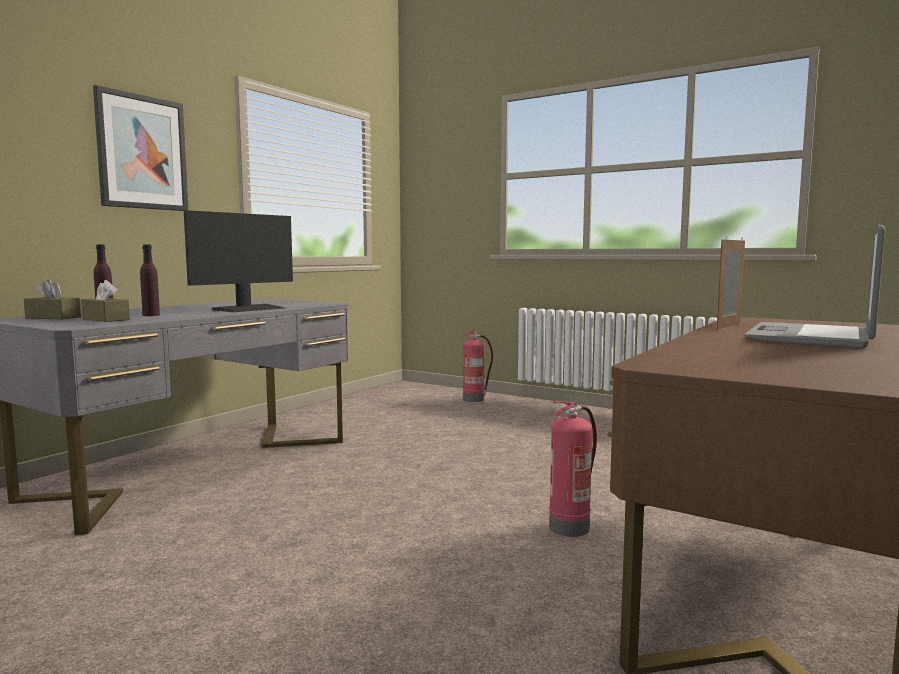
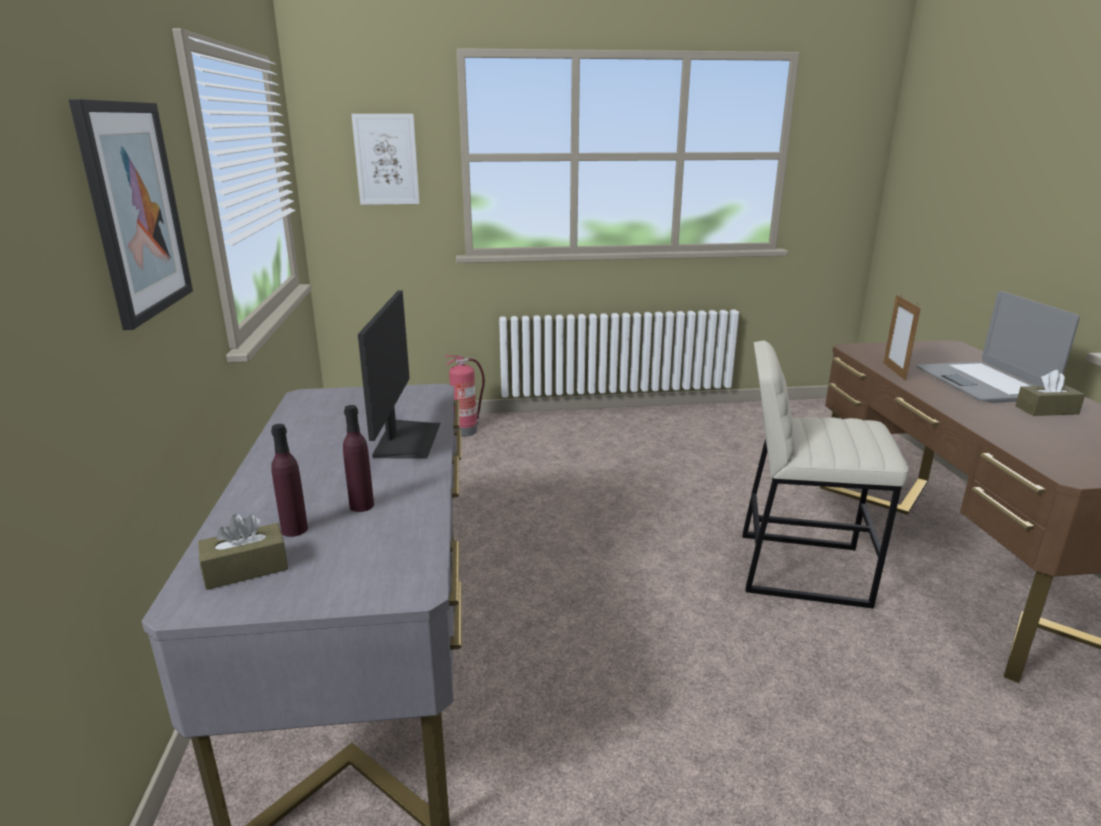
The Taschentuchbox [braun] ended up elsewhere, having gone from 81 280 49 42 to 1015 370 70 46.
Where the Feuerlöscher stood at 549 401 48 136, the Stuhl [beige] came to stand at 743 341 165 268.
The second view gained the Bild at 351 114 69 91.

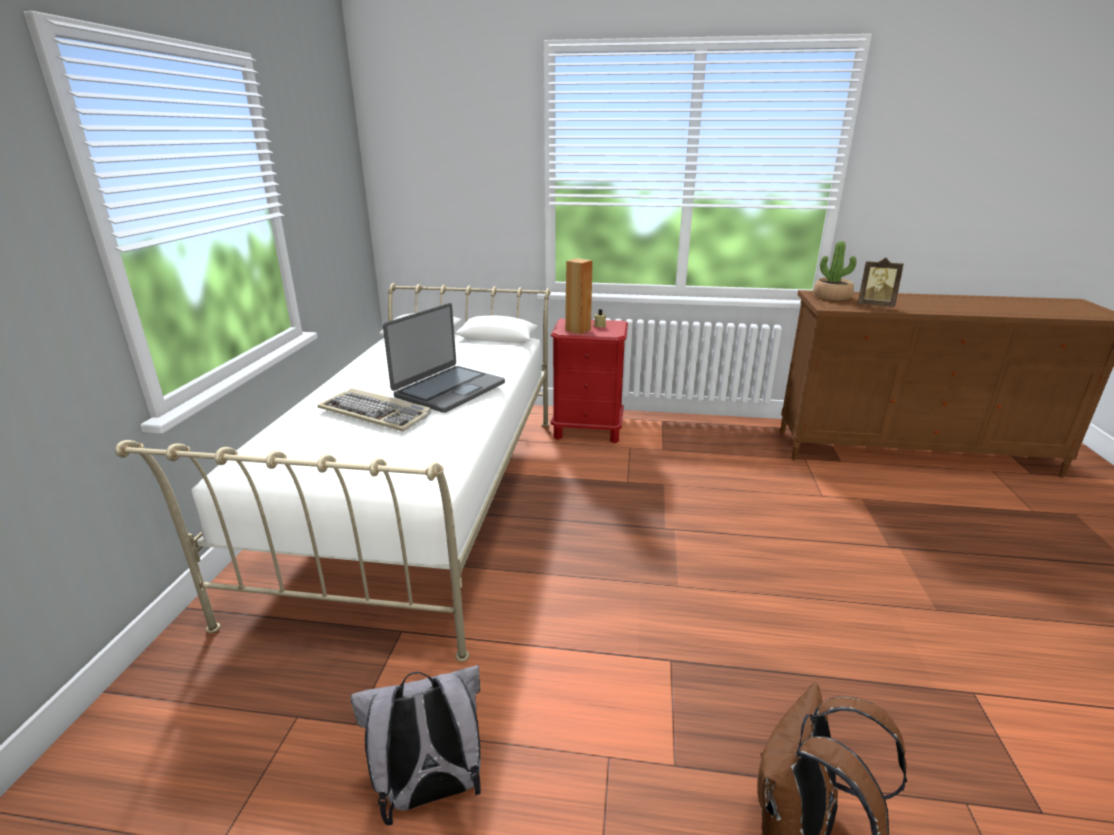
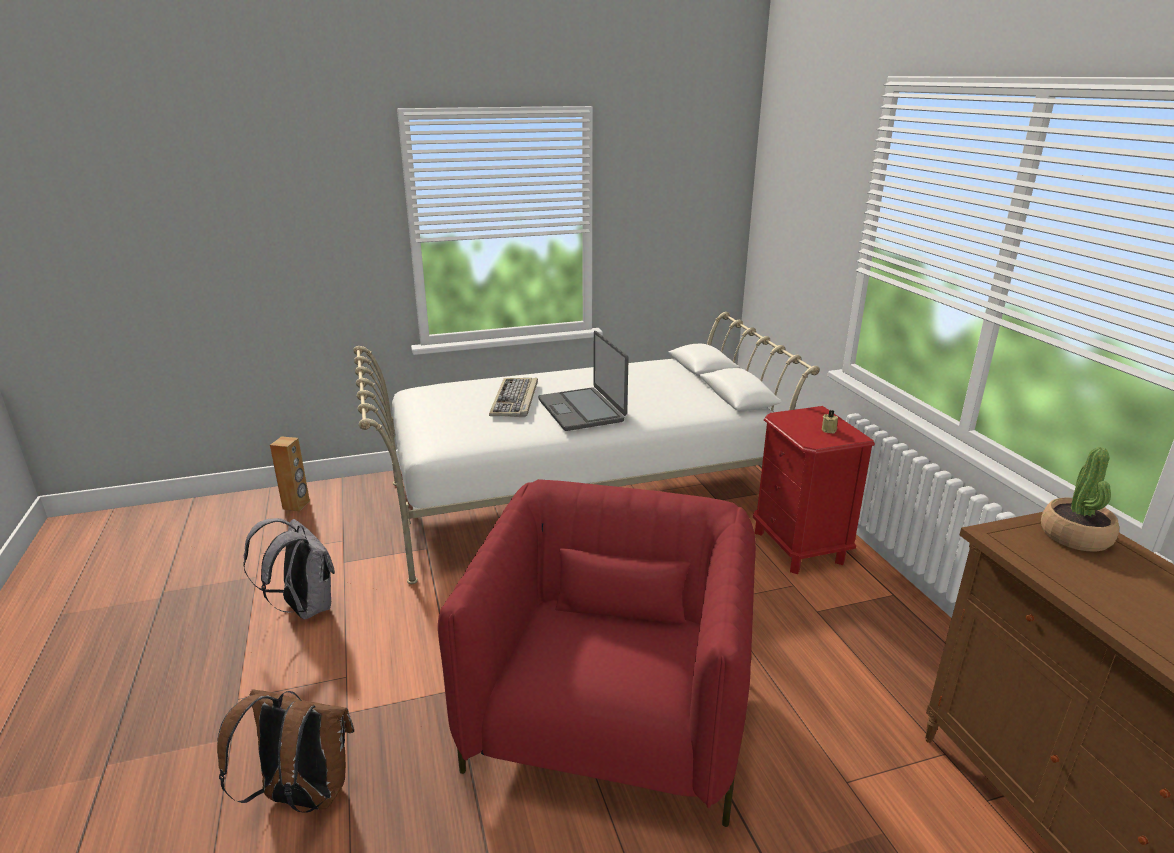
The Laptop at 383 303 122 110 ended up facing another way, 60 degrees clockwise from before.
The Lautsprecher [braun] ended up elsewhere, having gone from 565 258 28 76 to 270 436 40 75.
The second view lost the Bilderrahmen at 858 258 46 49.
The second view gained the Sessel [rot] at 438 479 318 348.

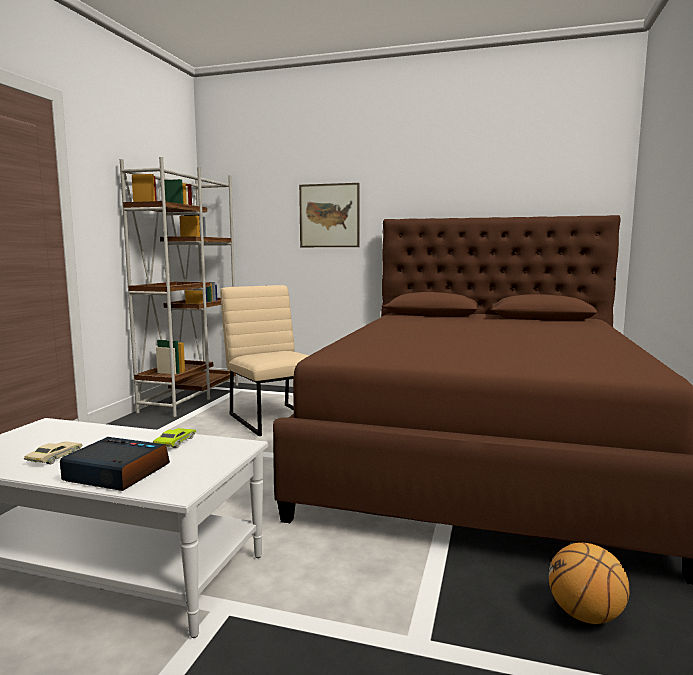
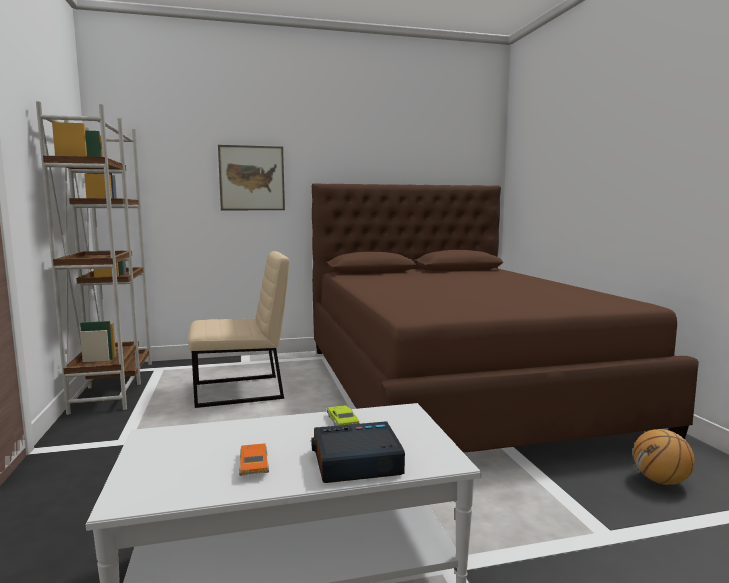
What was the Spielzeugauto [beige] at 24 441 59 23 turned into the Spielzeugauto [orange] at 239 443 30 33.
The Stuhl [beige] at 220 285 89 151 ended up facing another way, 135 degrees clockwise from before.

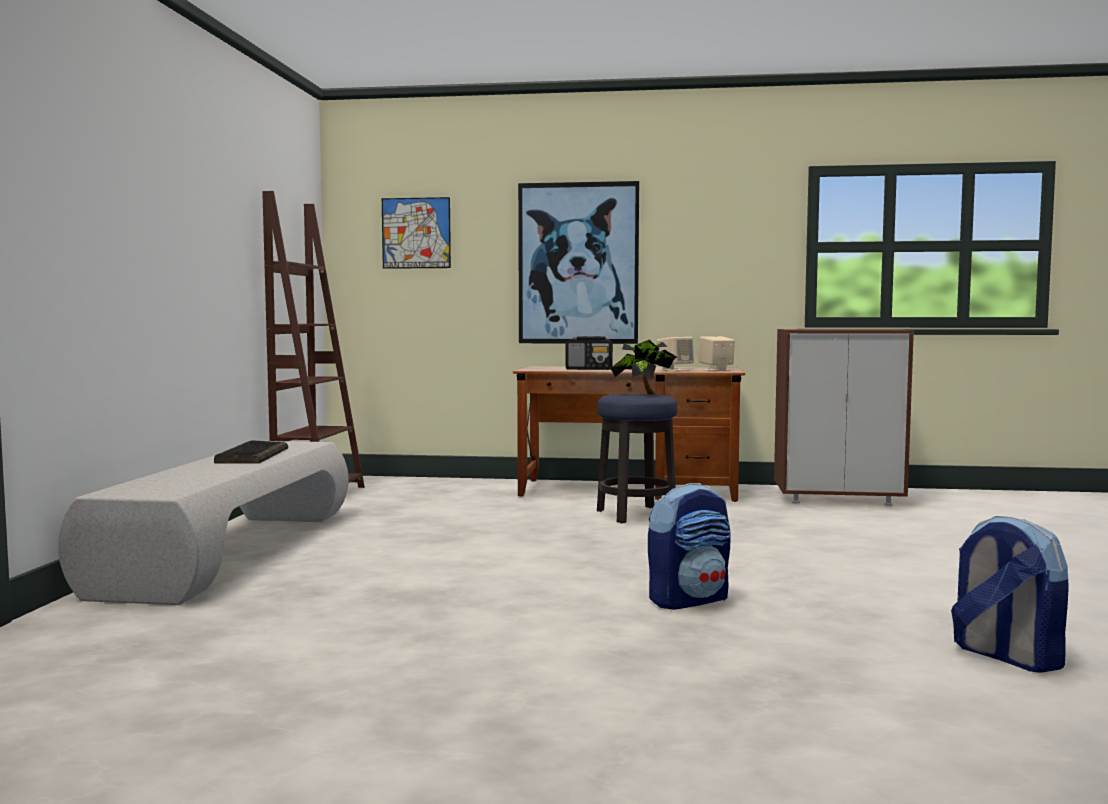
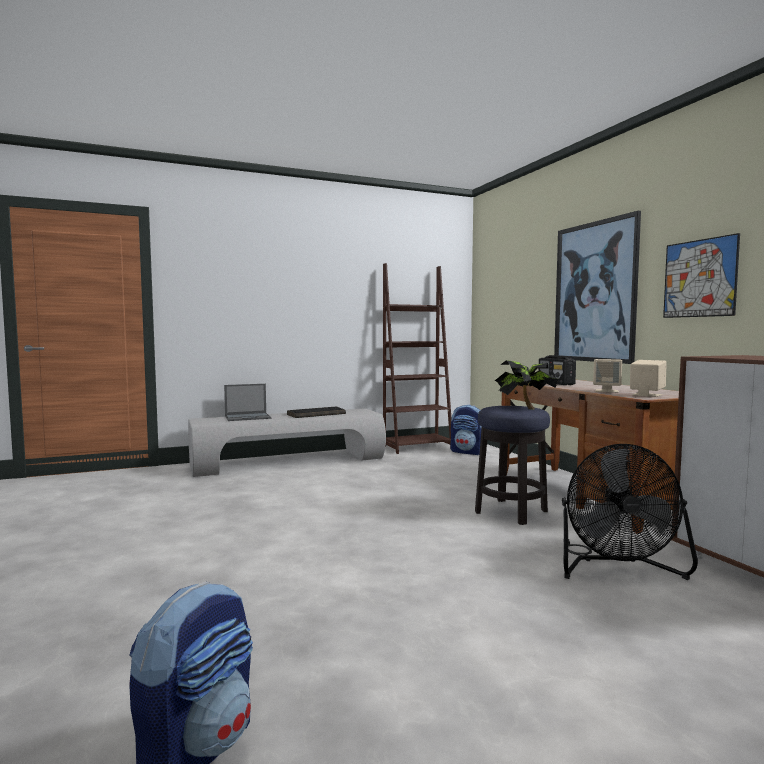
The Bild ended up elsewhere, having gone from 382 197 69 72 to 663 233 77 85.
The Rucksack ended up elsewhere, having gone from 648 483 83 127 to 450 405 31 50.
The second view gained the Laptop at 224 384 47 37.
The second view gained the Ventilator [schwarz] at 562 444 136 136.

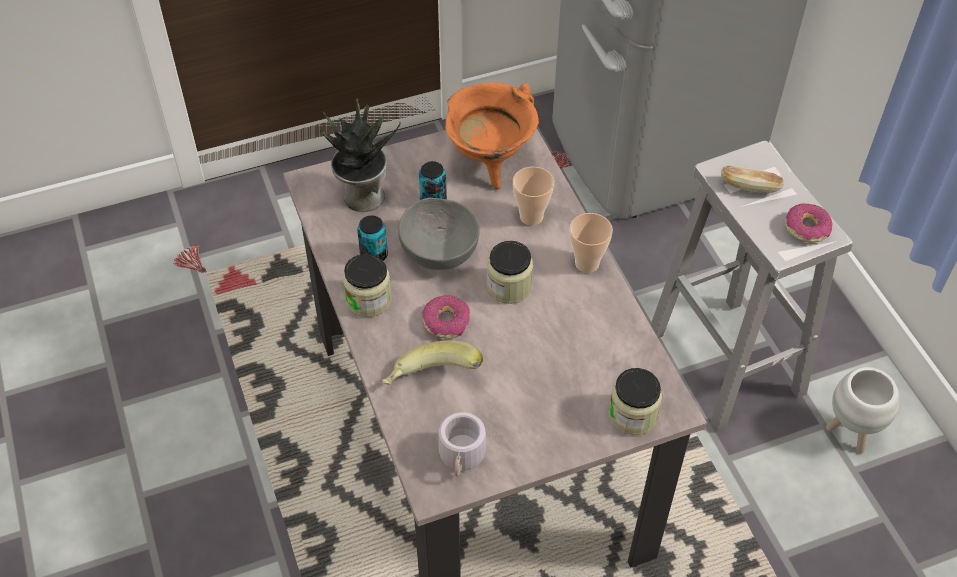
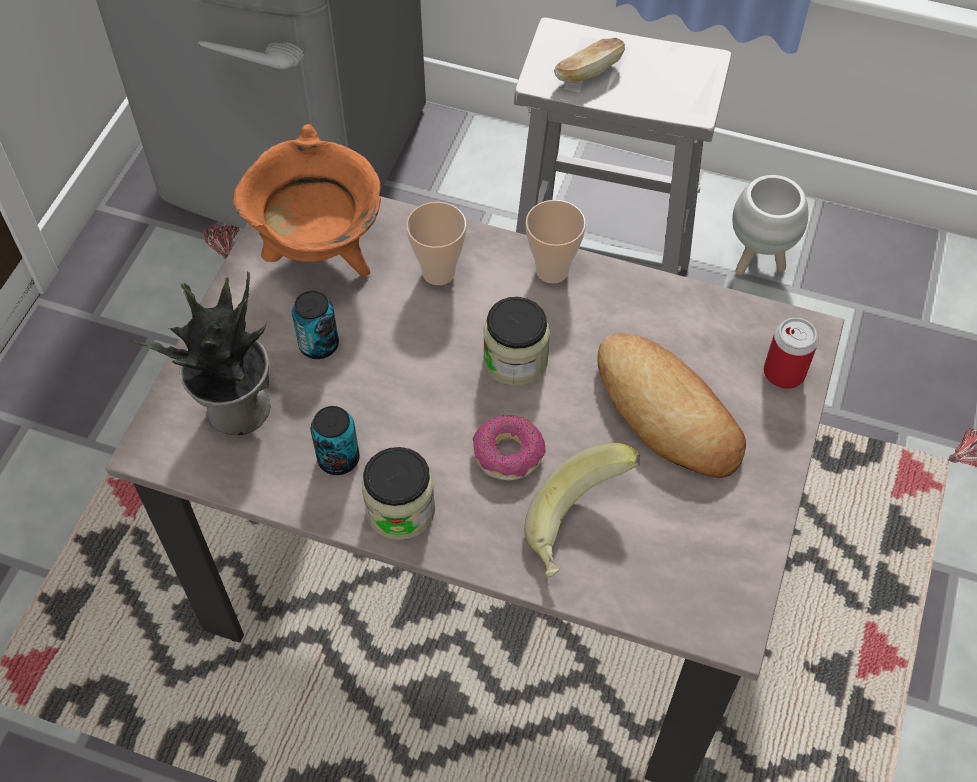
The second view lost the Schüssel [grau] at 398 197 82 73.
The second view lost the Henkelbecher [grau] at 438 412 57 65.
Where the Vorratsglas stood at 609 368 53 67, the Dose came to stand at 764 318 54 71.
The second view lost the Donut at 785 203 47 40.
The second view gained the Brot at 598 333 148 145.

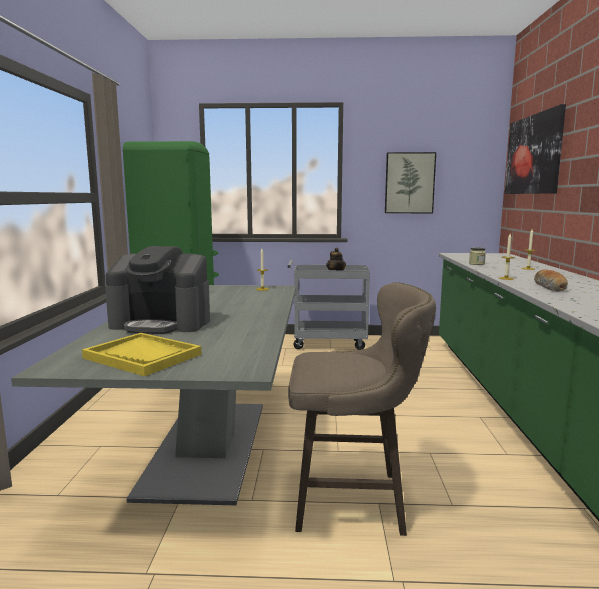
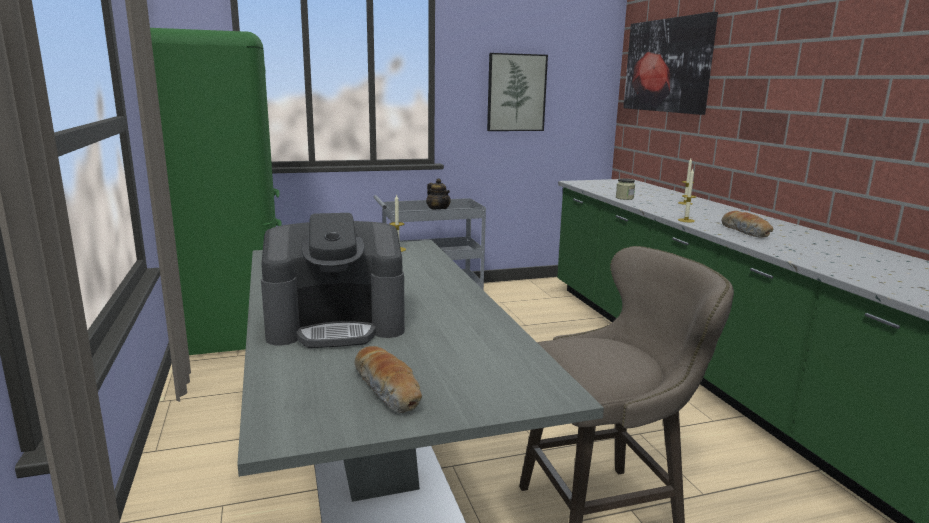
Where the Tablett [gelb] stood at 82 333 119 43, the Brot came to stand at 354 346 68 67.

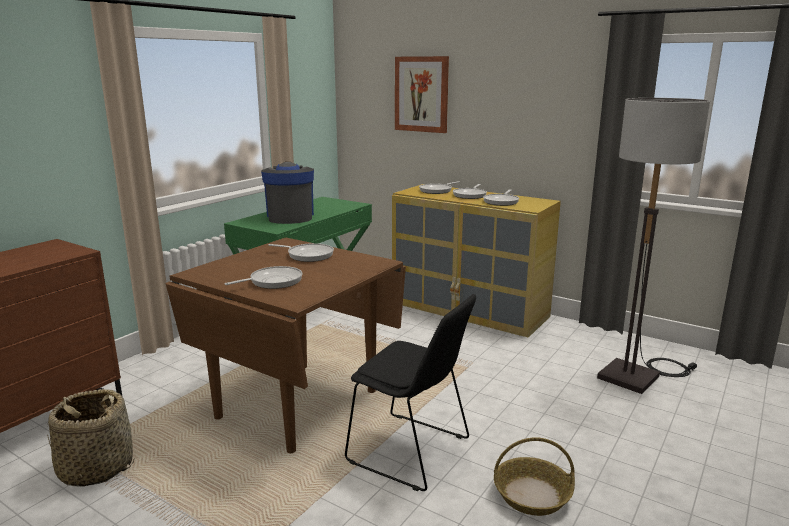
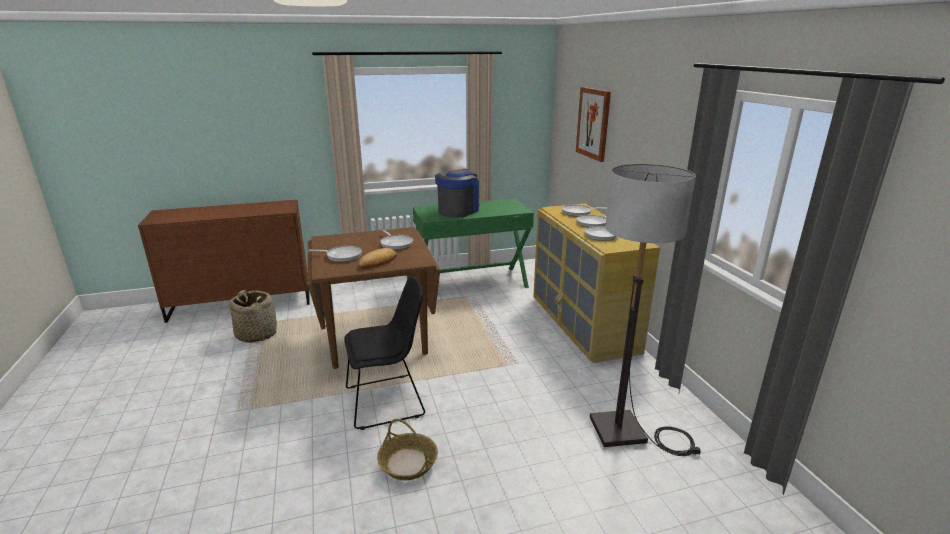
The Stuhl [schwarz] at 345 294 131 197 ended up facing another way, 90 degrees counterclockwise from before.
The second view gained the Brot at 359 248 38 20.

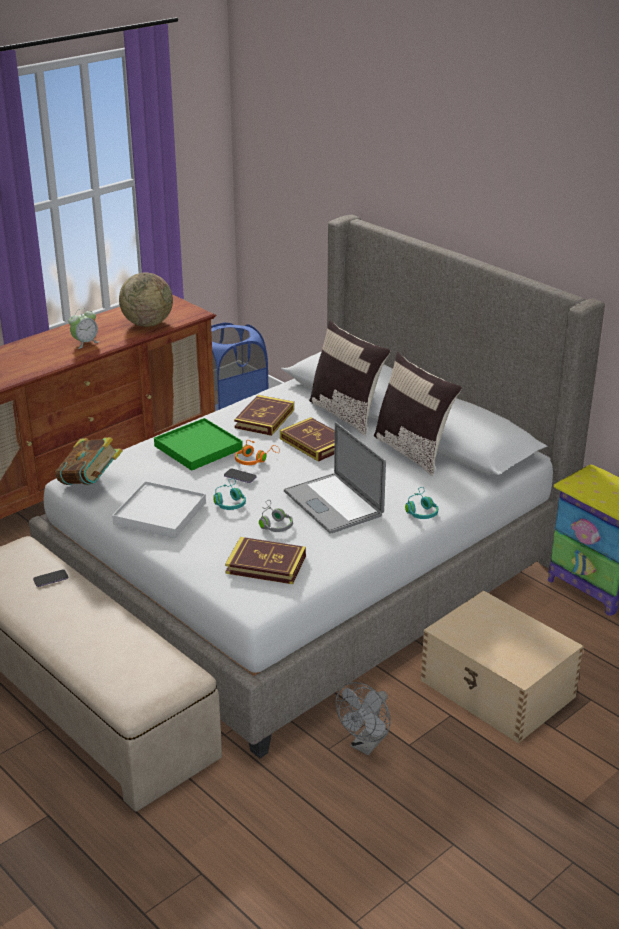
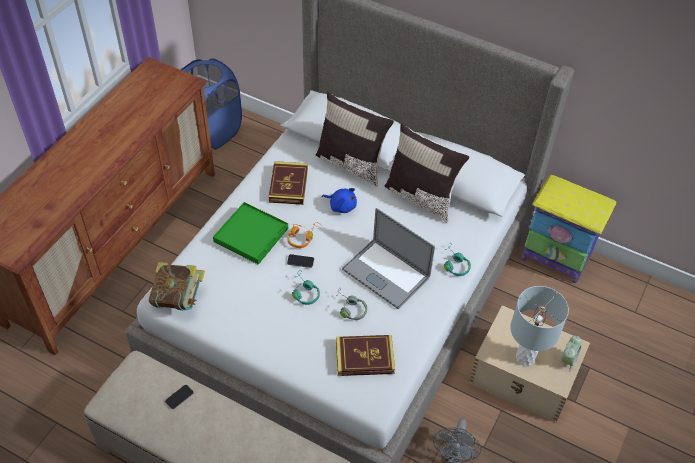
The Wecker ended up elsewhere, having gone from 69 308 30 41 to 561 336 21 36.
The second view lost the Tablett [weiß] at 112 481 94 57.
The second view lost the Globus at 119 272 54 55.
Where the Buch stood at 280 417 55 45, the Plüschtier [blau] came to stand at 322 188 35 25.
The second view gained the Tischlampe [grau] at 510 286 59 80.

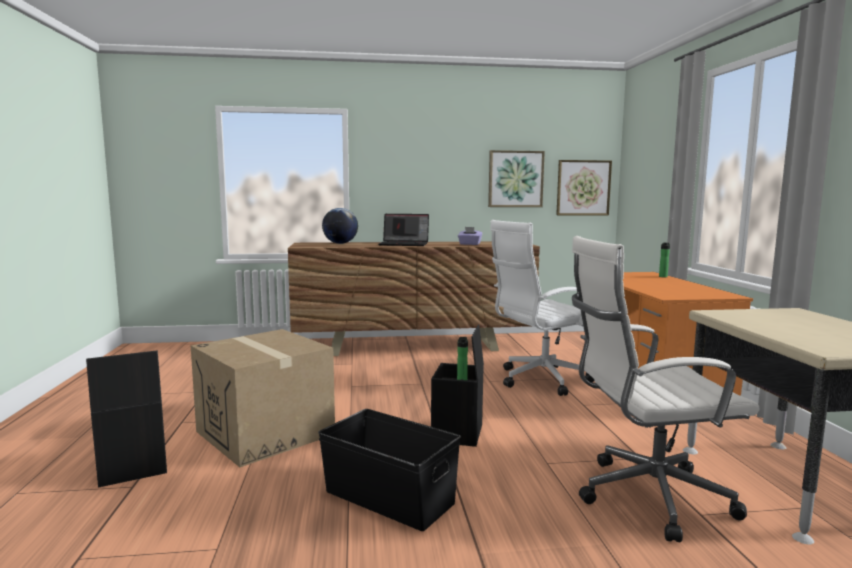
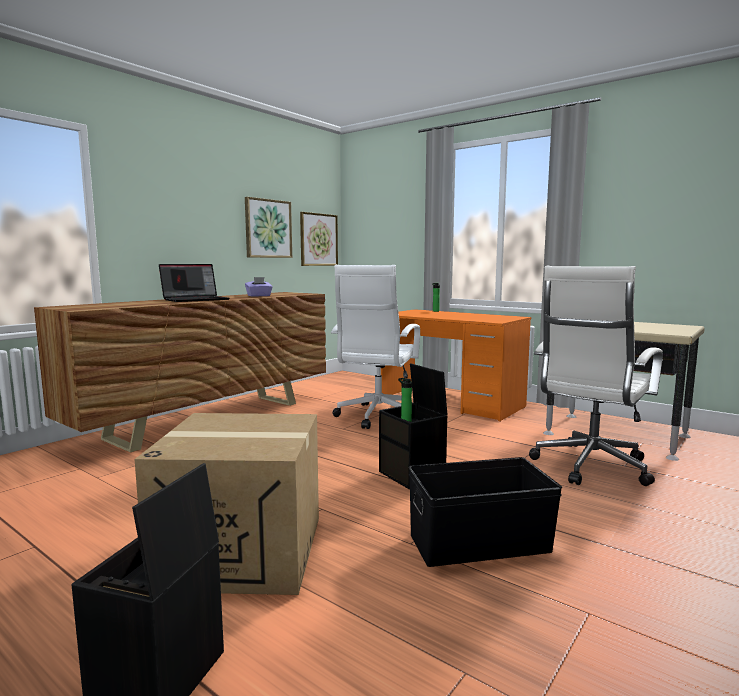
The second view lost the Globus at 322 208 36 36.

